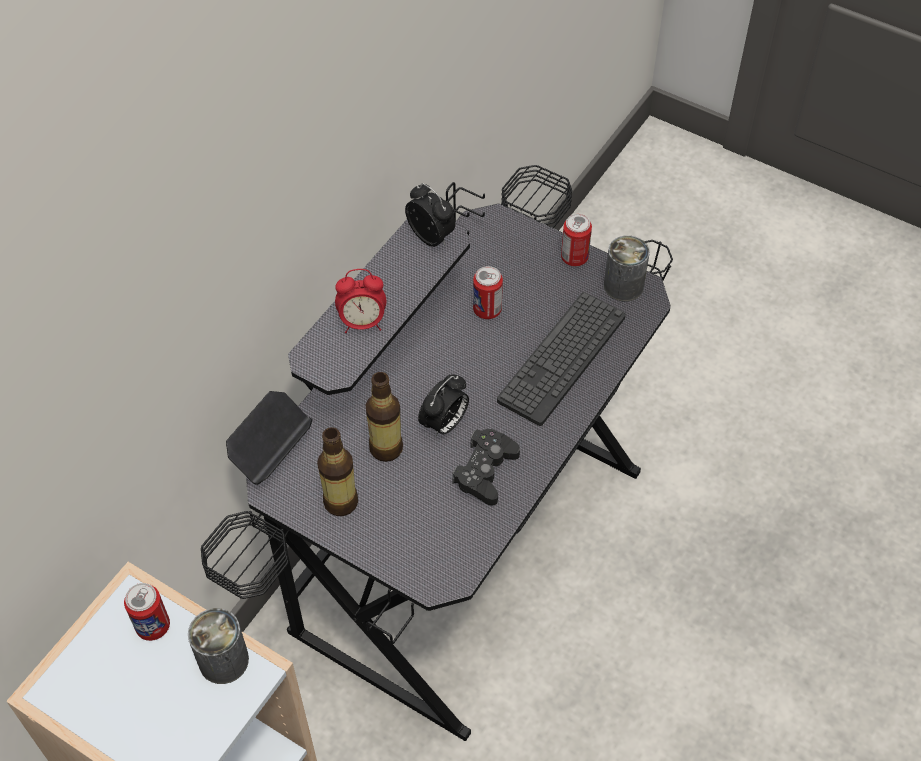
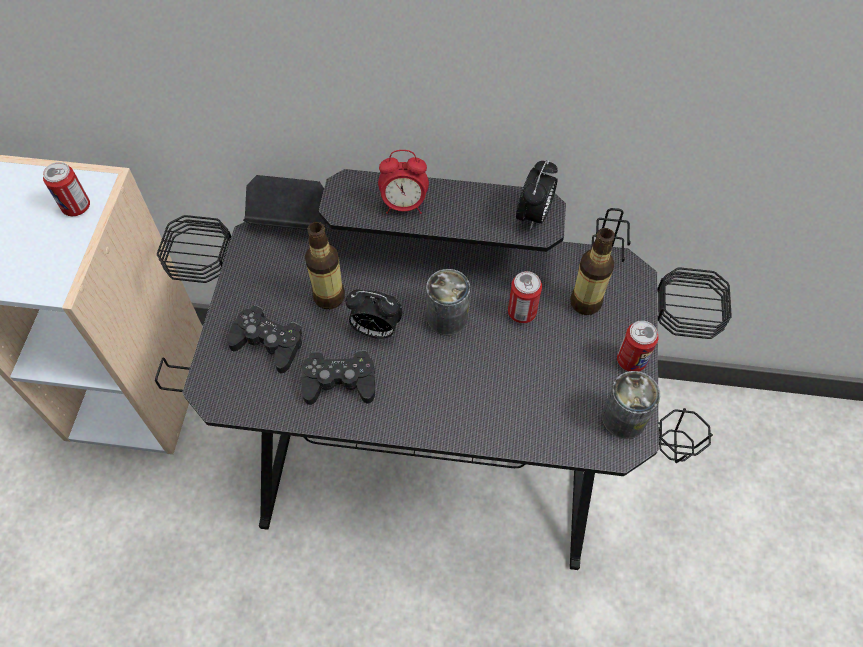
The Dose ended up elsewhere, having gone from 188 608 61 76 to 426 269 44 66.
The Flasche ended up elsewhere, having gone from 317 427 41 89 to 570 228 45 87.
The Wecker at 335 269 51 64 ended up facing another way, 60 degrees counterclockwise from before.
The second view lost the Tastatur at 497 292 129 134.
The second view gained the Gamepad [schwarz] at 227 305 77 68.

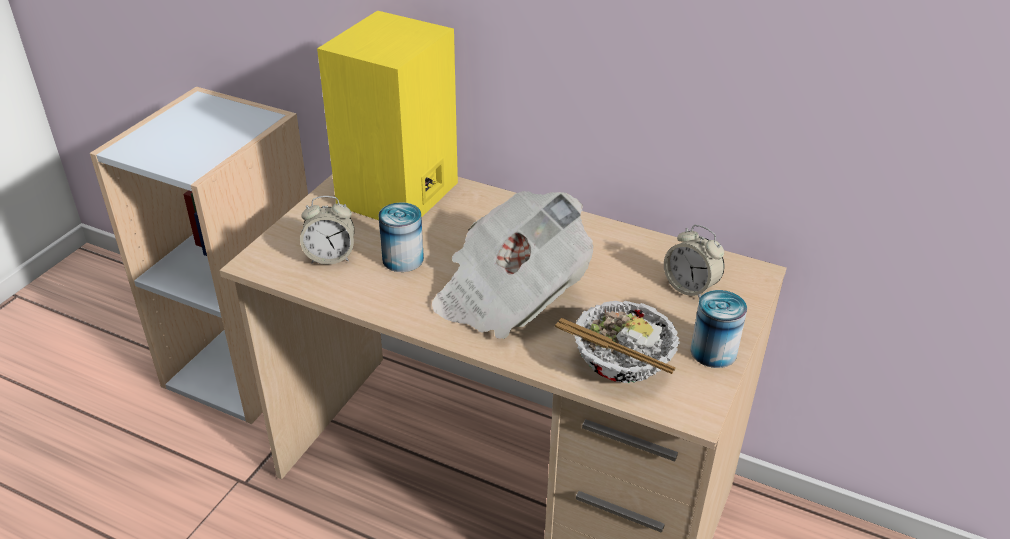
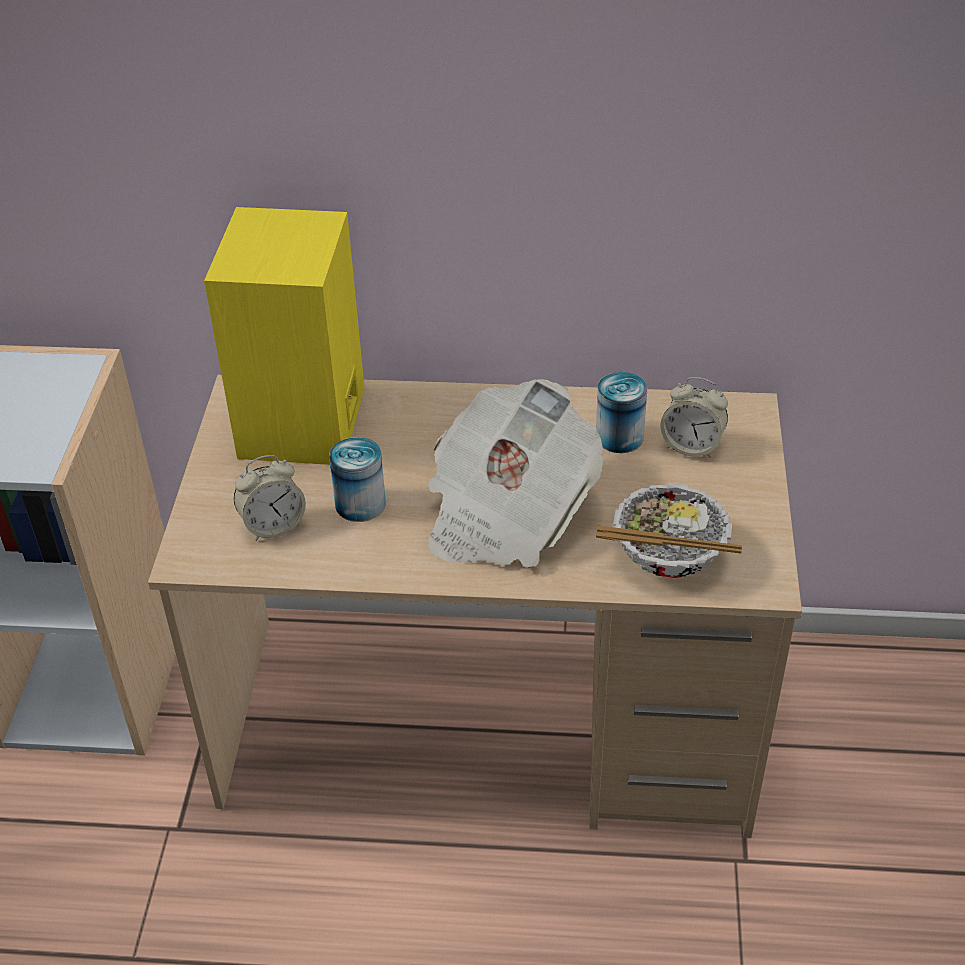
The Dose ended up elsewhere, having gone from 690 290 57 78 to 596 372 52 81.

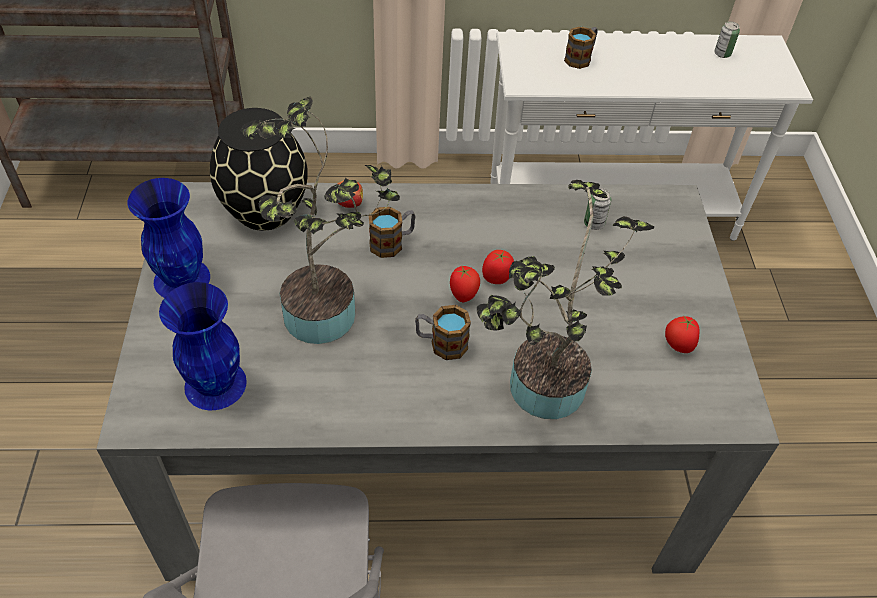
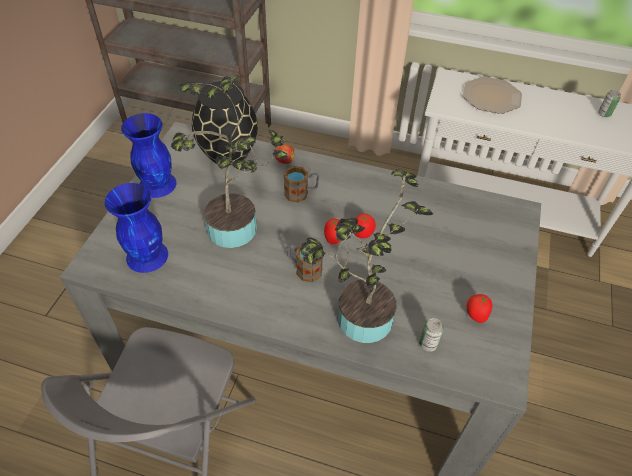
Where the Henkelbecher stood at 564 26 34 43, the Teller came to stand at 462 77 60 37.
The Dose ended up elsewhere, having gone from 584 188 27 42 to 419 318 25 34.

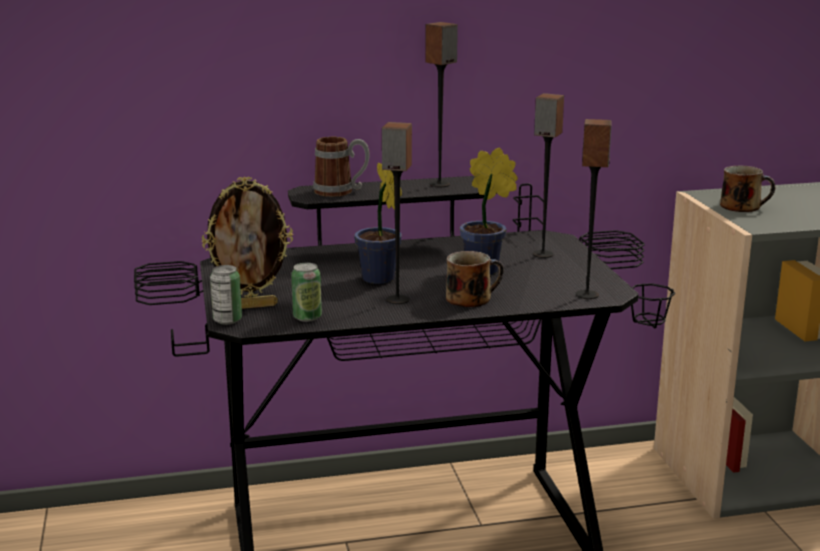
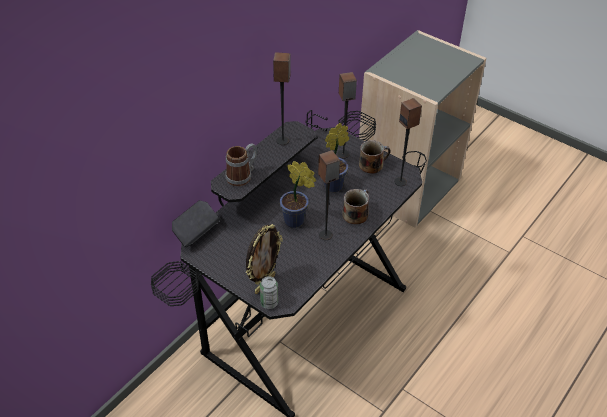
The second view lost the Dose at 291 263 31 59.
The Henkelbecher ended up elsewhere, having gone from 720 165 55 47 to 359 140 32 34.

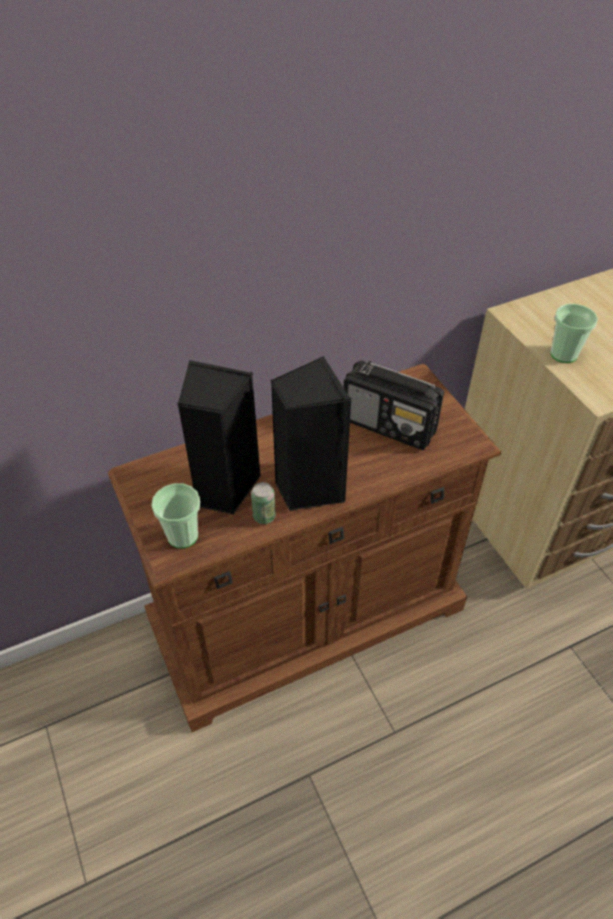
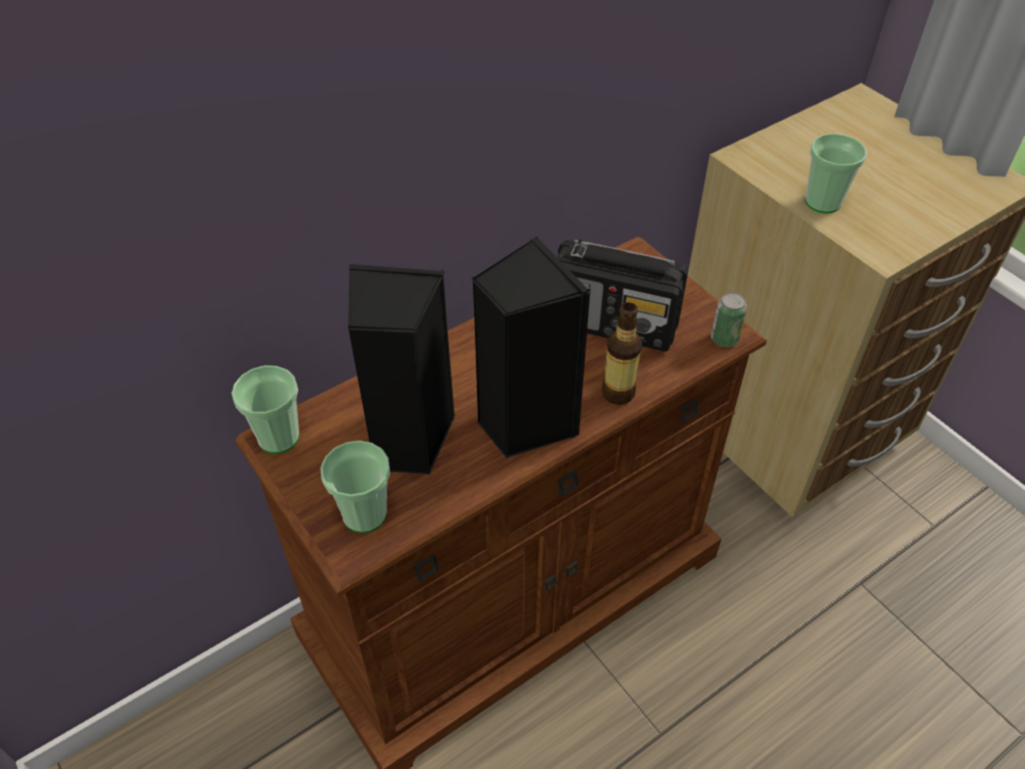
The Dose ended up elsewhere, having gone from 251 482 25 42 to 711 292 36 55.
The second view gained the Tasse at 231 365 69 89.
The second view gained the Flasche at 602 302 40 103.

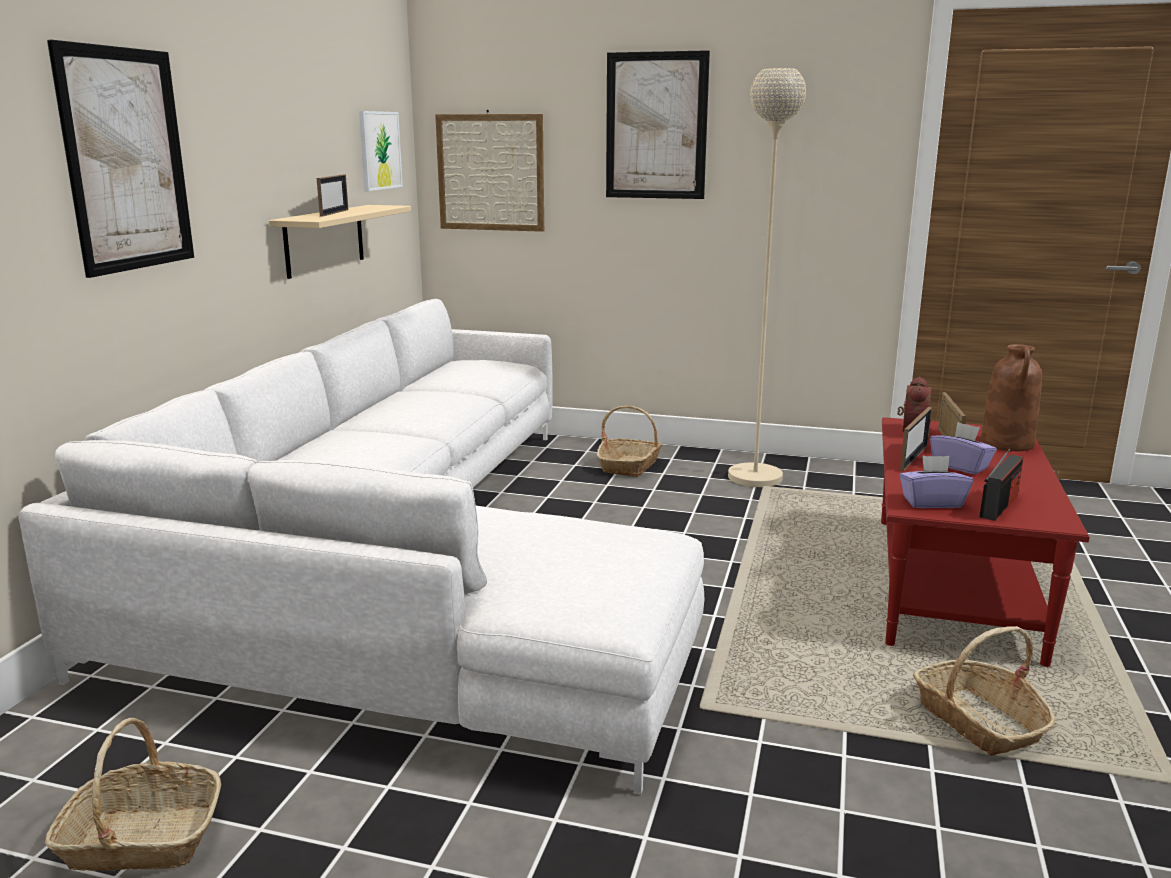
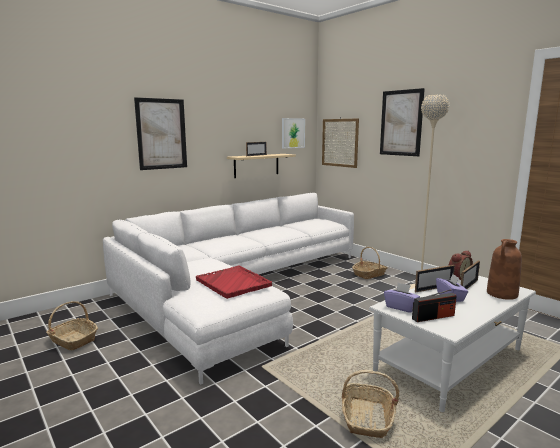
What was the Couchtisch [rot] at 881 417 209 250 turned into the Couchtisch [weiß] at 369 275 167 137.
The second view gained the Tablett [rot] at 196 266 76 33.

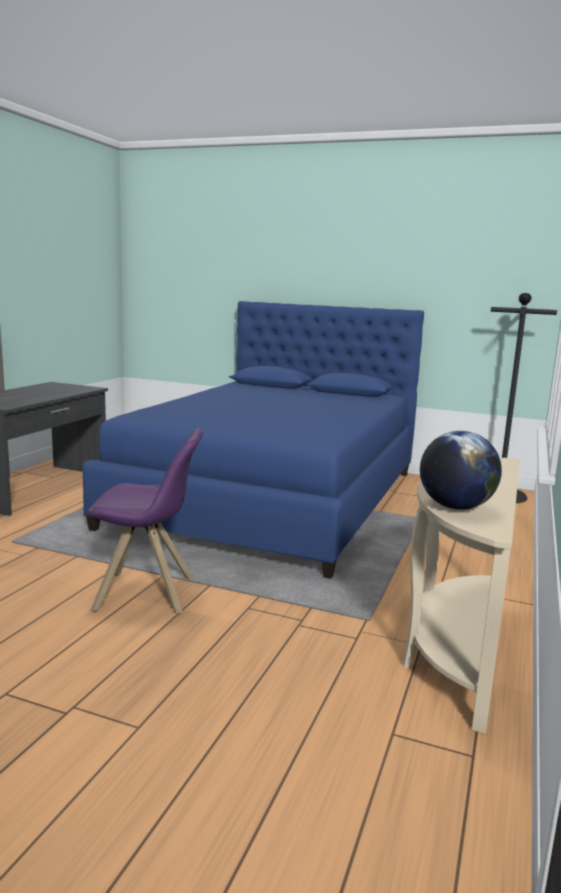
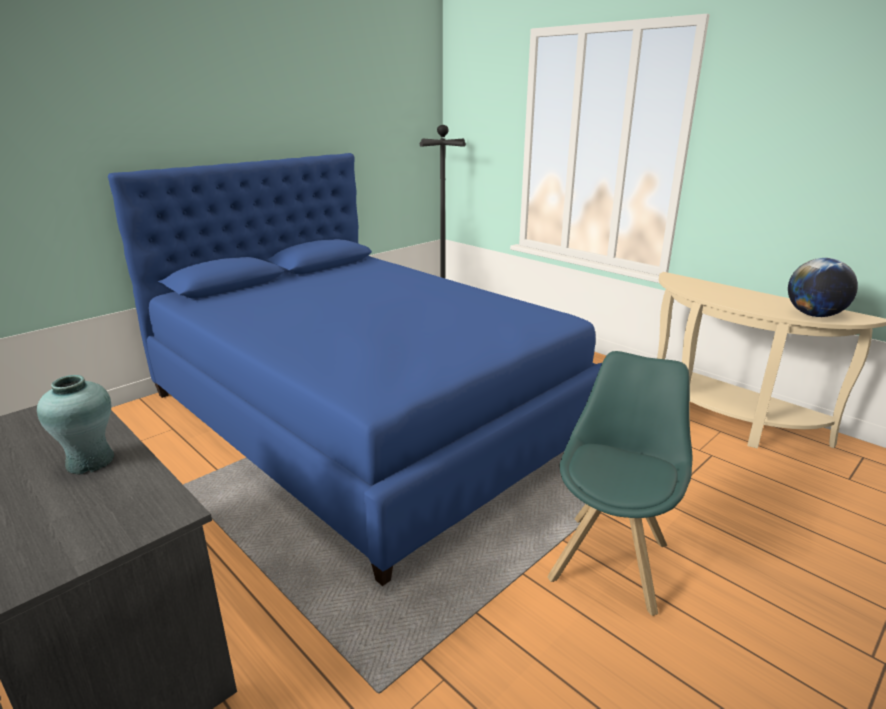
What was the Stuhl [lila] at 87 428 116 186 turned into the Stuhl [türkis] at 547 351 145 265.
The second view gained the Vase [türkis] at 37 375 77 100.

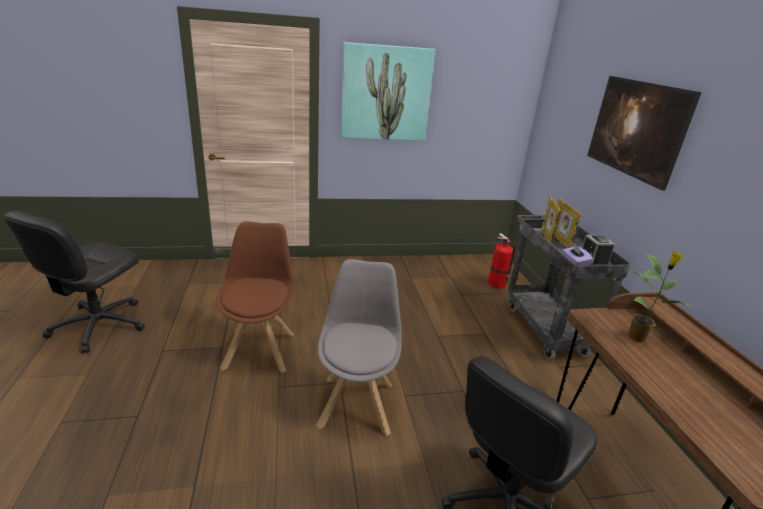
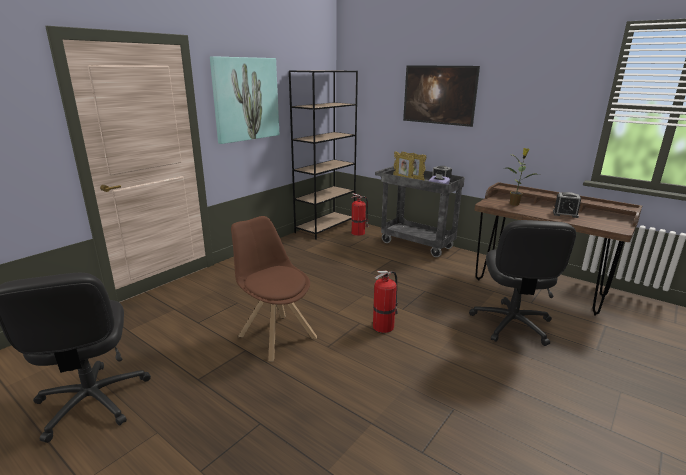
Where the Stuhl [grau] stood at 316 259 86 177, the Feuerlöscher came to stand at 373 271 25 62.
The second view gained the Bücherregal [beige] at 289 70 69 170.
The second view gained the Wecker at 553 192 28 26.

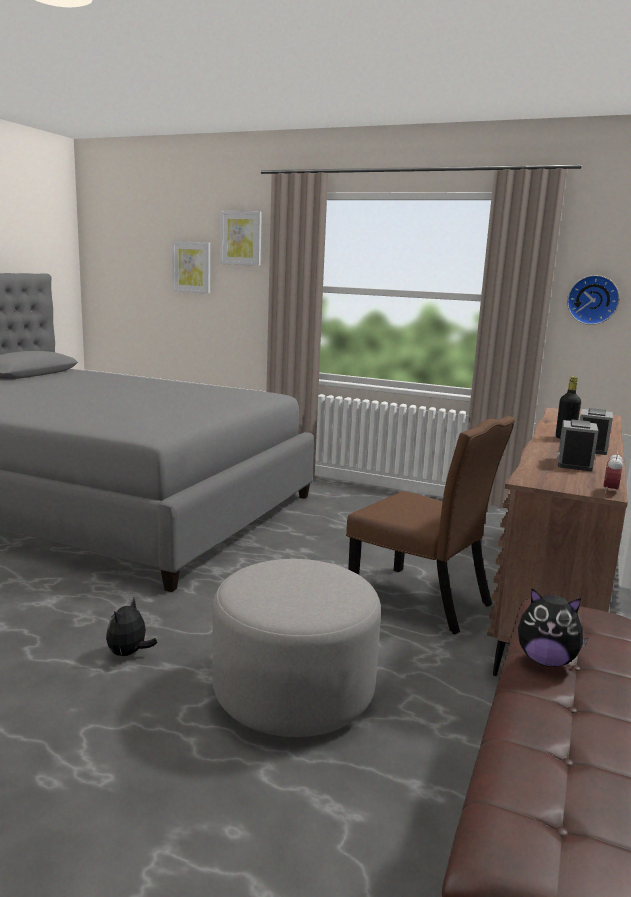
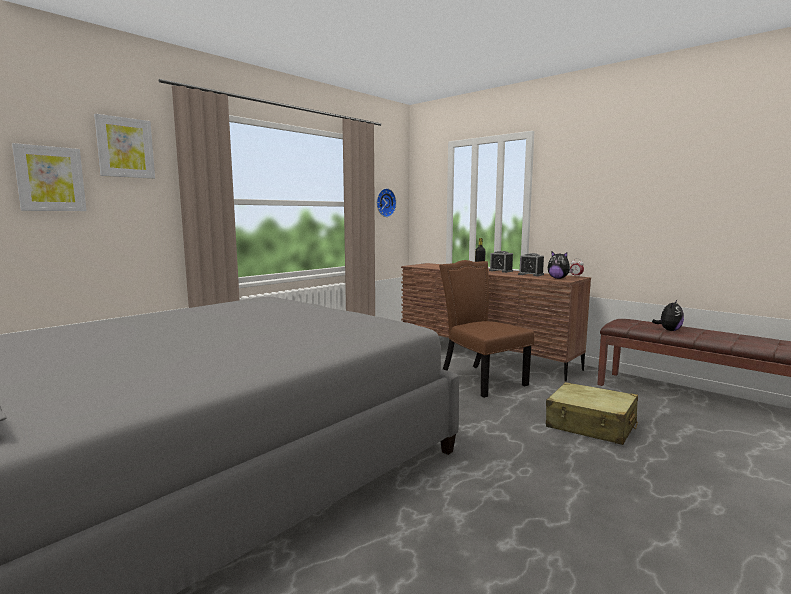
The Plüschtier ended up elsewhere, having gone from 106 598 51 59 to 548 252 25 27.
Where the Polsterhocker [grau] stood at 212 559 169 178, the Koffer [beige] came to stand at 546 382 92 63.
The Stuhl [braun] at 346 416 169 218 ended up facing another way, 90 degrees counterclockwise from before.

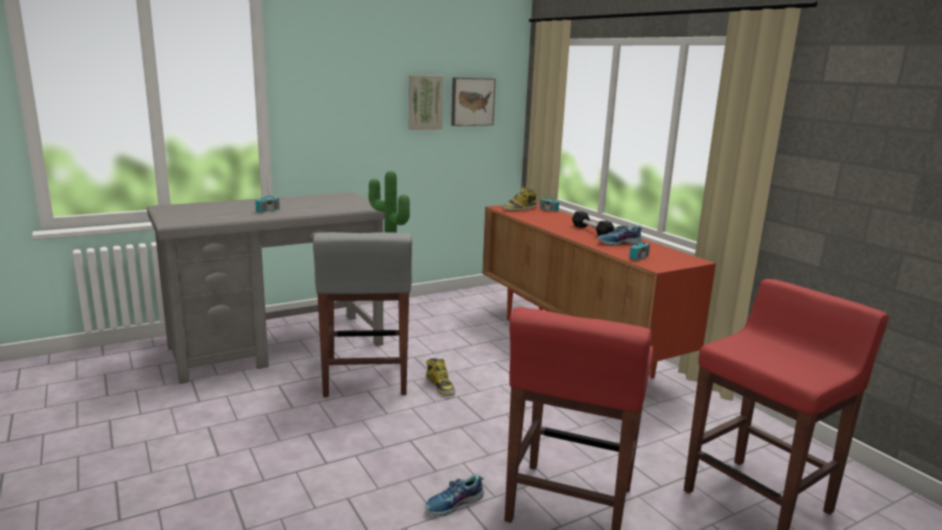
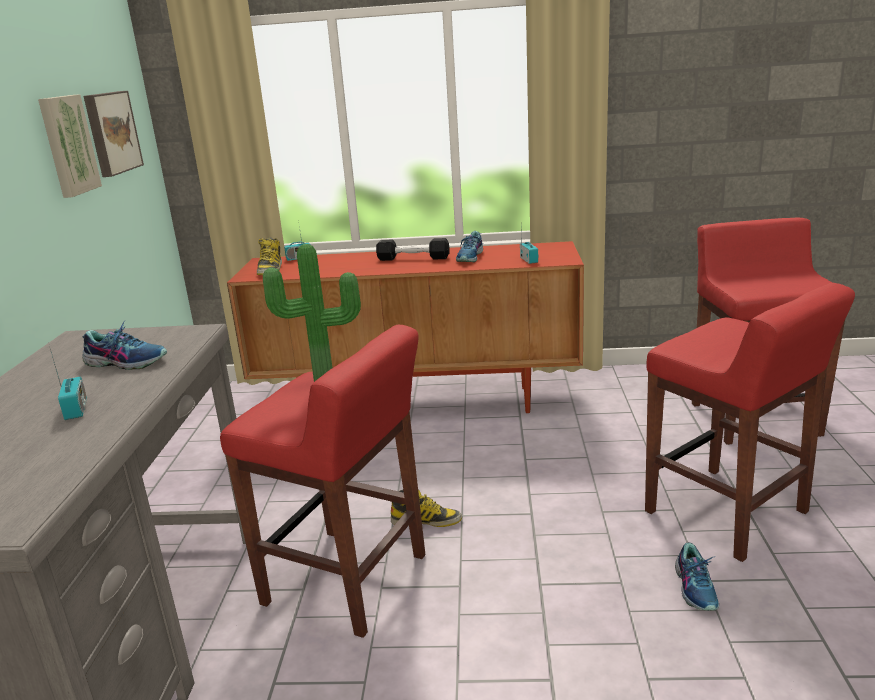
What was the Hocker [grau] at 313 232 99 165 turned into the Hocker [rot] at 220 325 205 313.
The second view gained the Schuh at 82 321 85 49.

